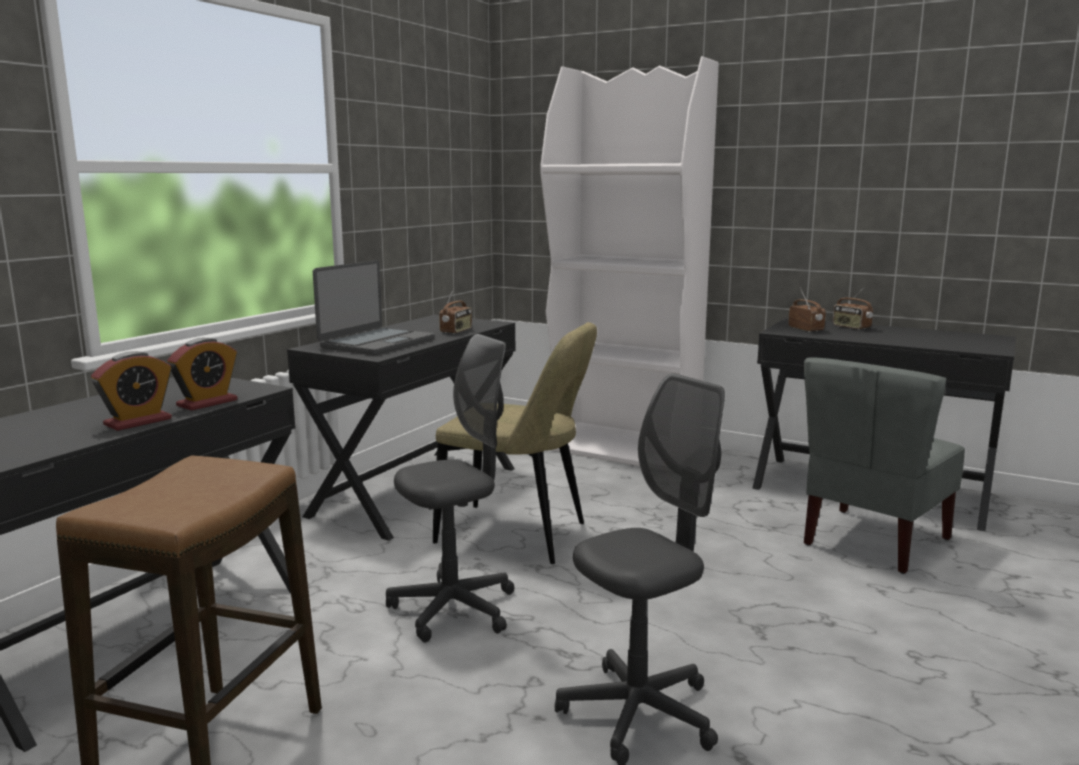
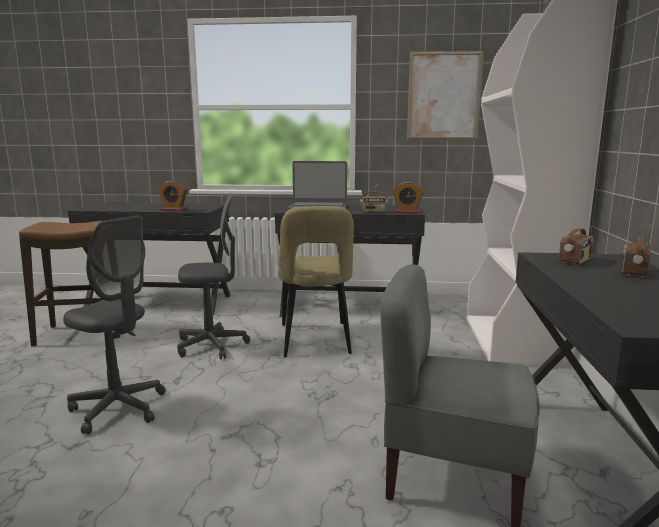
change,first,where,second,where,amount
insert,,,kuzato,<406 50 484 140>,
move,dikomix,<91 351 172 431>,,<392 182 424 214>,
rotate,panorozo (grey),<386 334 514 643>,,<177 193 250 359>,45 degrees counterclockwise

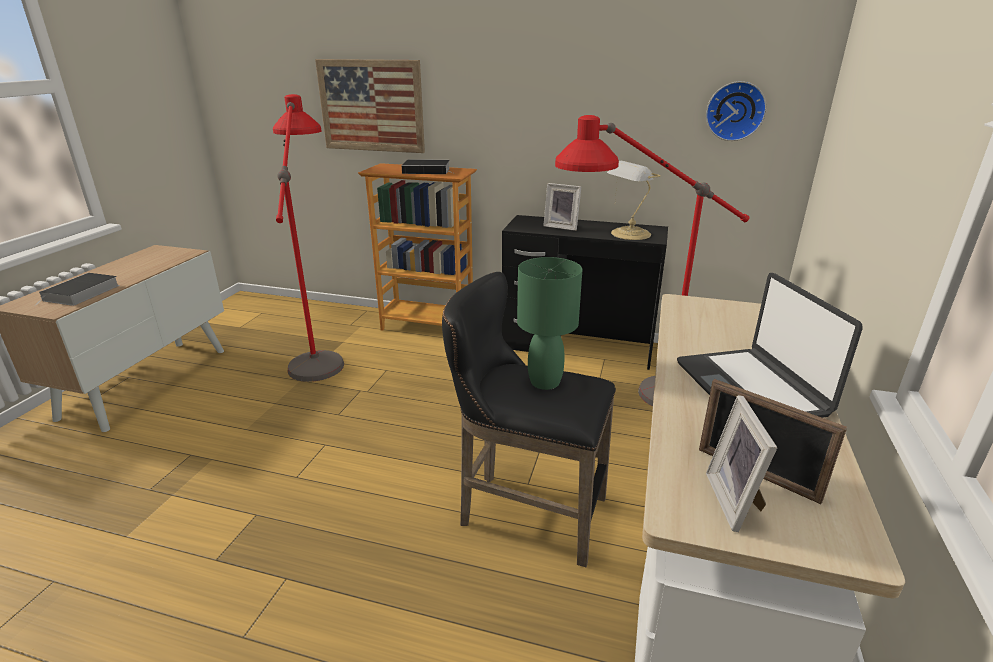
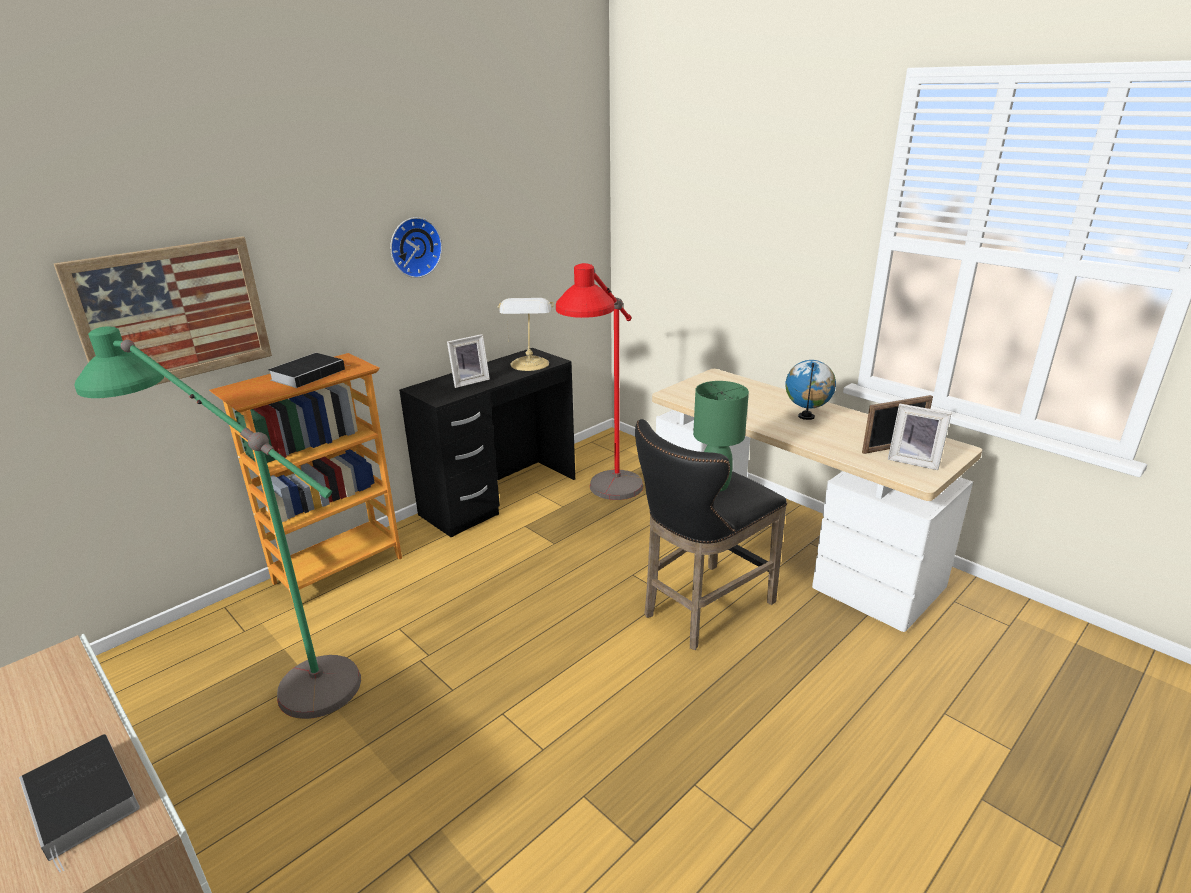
change,first,where,second,where,amount
move,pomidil,<706 81 767 141>,,<390 217 442 278>,
replace,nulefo,<677 273 863 418>,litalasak,<785 360 836 420>,
recolor,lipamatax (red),<273 94 344 382>,lipamatax (green),<74 326 361 719>,

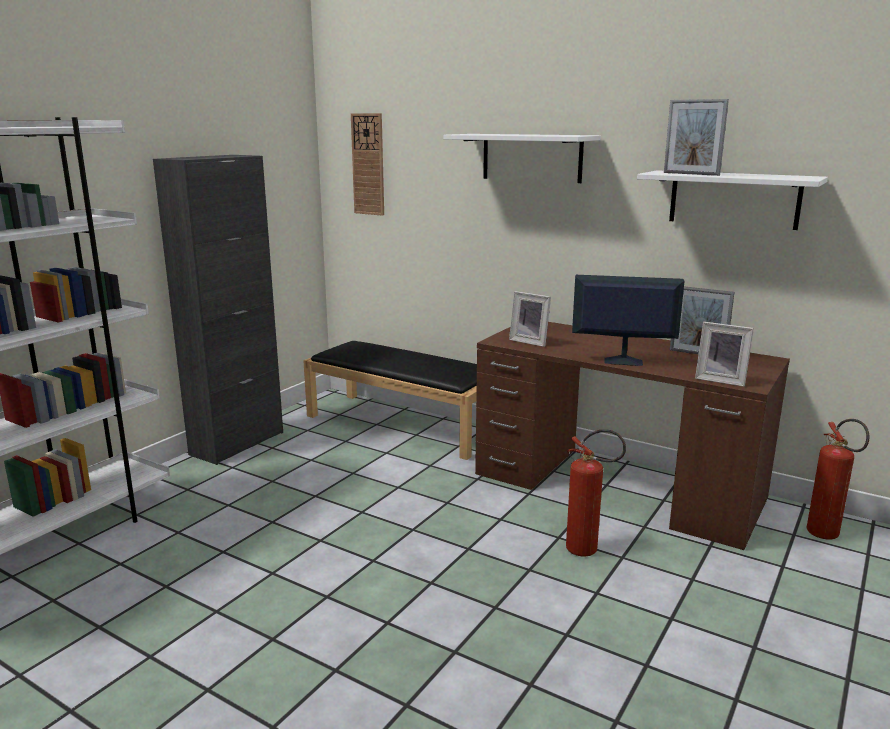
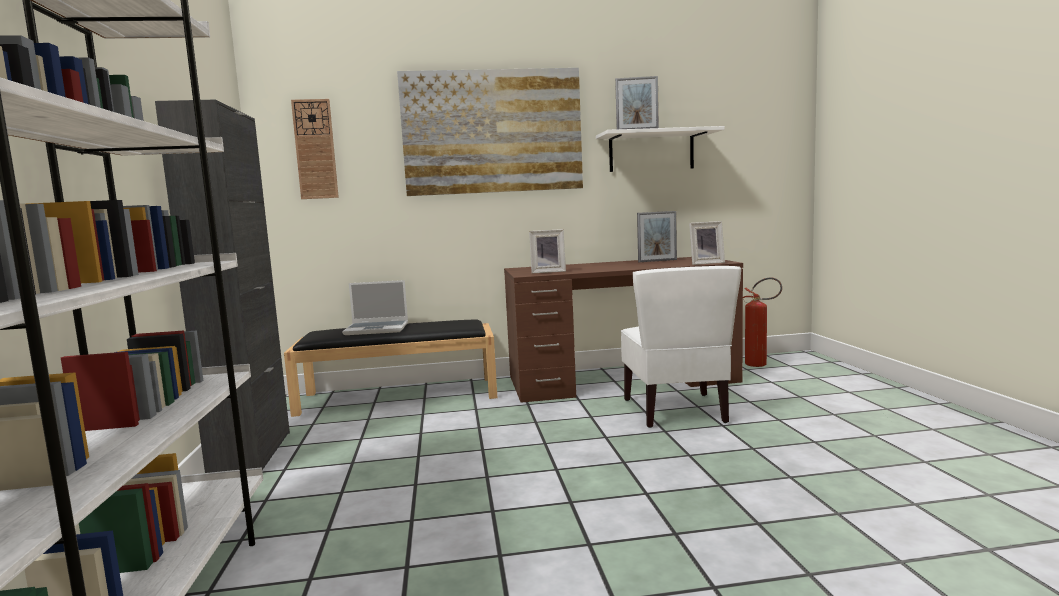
change,first,where,second,where,amount
delete,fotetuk,<572 275 684 366>,,,
insert,,,nulefo,<342 280 408 335>,
replace,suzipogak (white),<444 134 601 183>,kuzato,<397 68 583 196>,
replace,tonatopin,<566 429 626 557>,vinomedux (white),<621 266 741 428>,

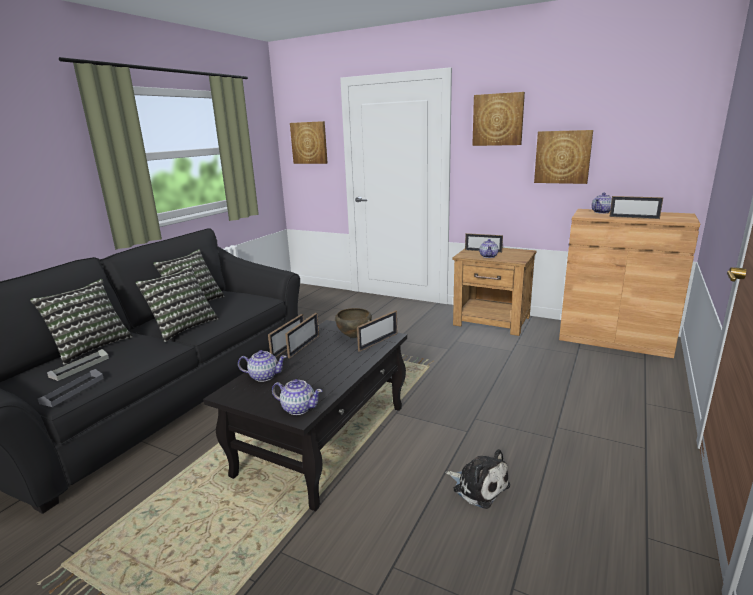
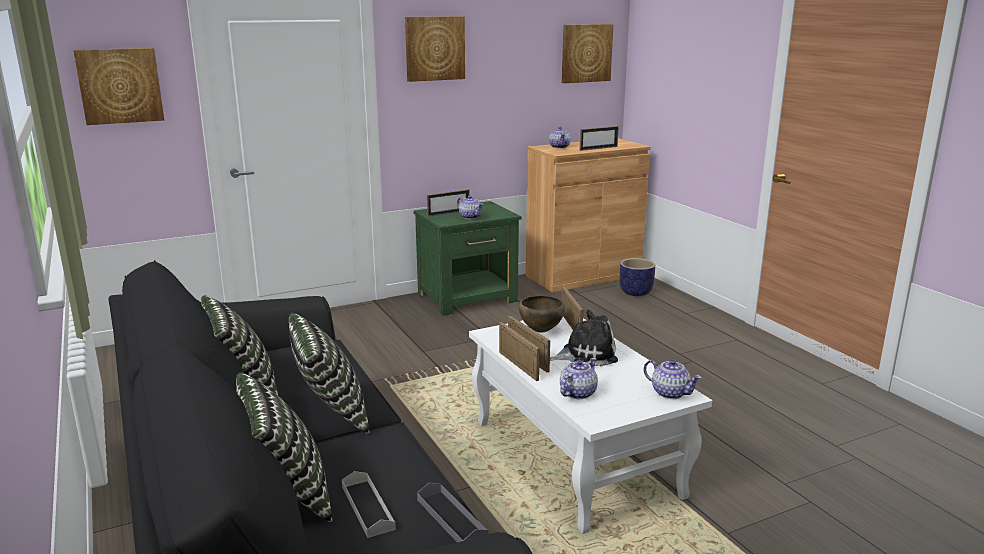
change,first,where,second,where,amount
insert,,,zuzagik,<619 258 655 296>,
move,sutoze,<445 449 510 509>,,<550 310 618 367>,
move,kuzato,<534 130 593 184>,,<562 24 614 83>,
recolor,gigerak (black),<203 320 407 511>,gigerak (white),<469 317 712 534>,
recolor,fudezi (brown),<452 248 537 336>,fudezi (green),<413 201 522 316>,
rotate,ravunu,<272 379 322 415>,,<644 360 702 399>,75 degrees clockwise

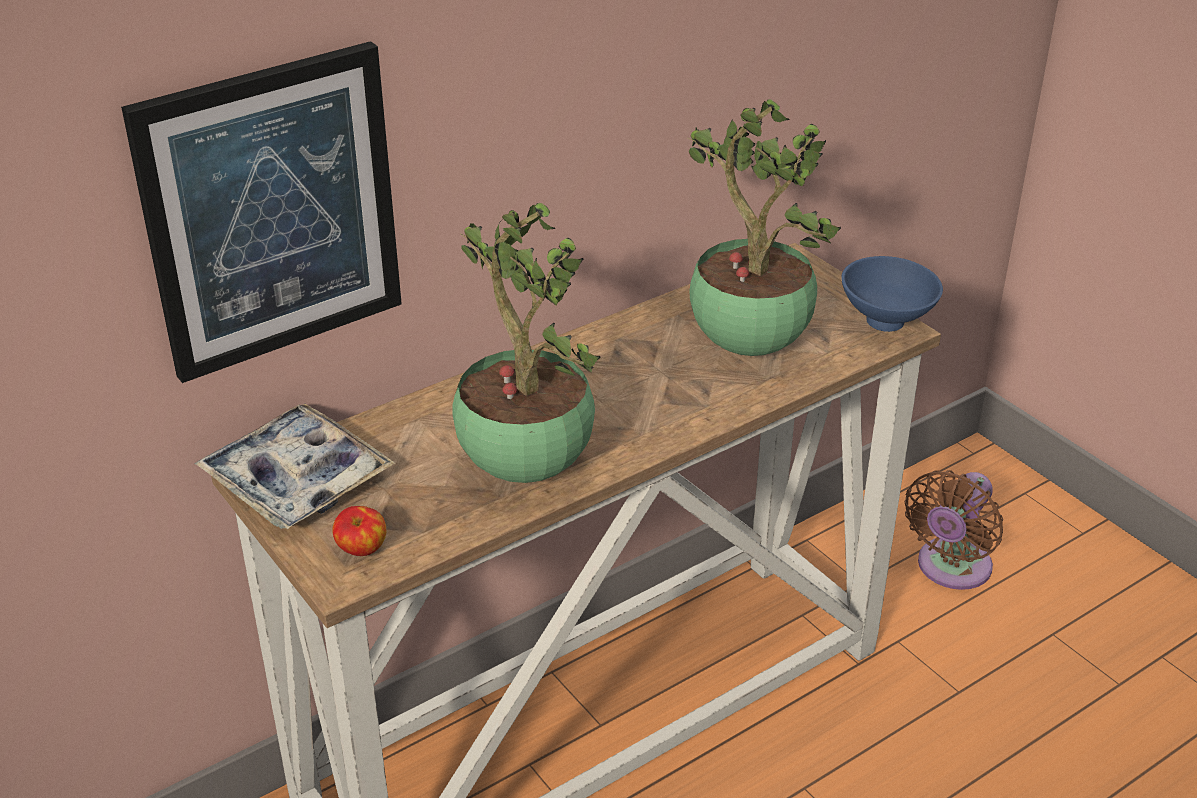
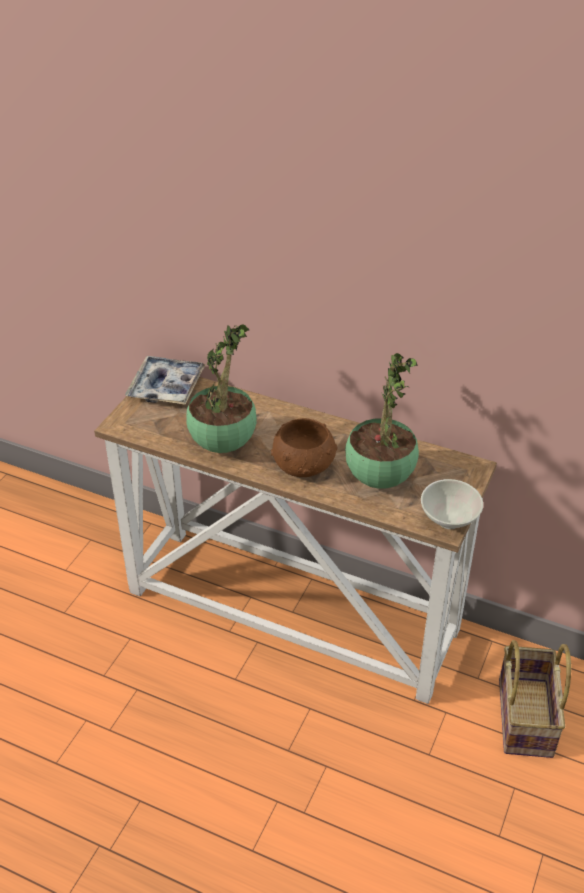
change,first,where,second,where,amount
delete,kuzato,<121 41 402 383>,,,
delete,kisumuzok,<333 506 386 556>,,,
insert,,,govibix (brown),<271 418 337 477>,
replace,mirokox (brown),<905 470 1003 590>,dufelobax,<499 640 571 758>,
recolor,govibix (blue),<841 256 943 332>,govibix (white),<421 479 483 529>,

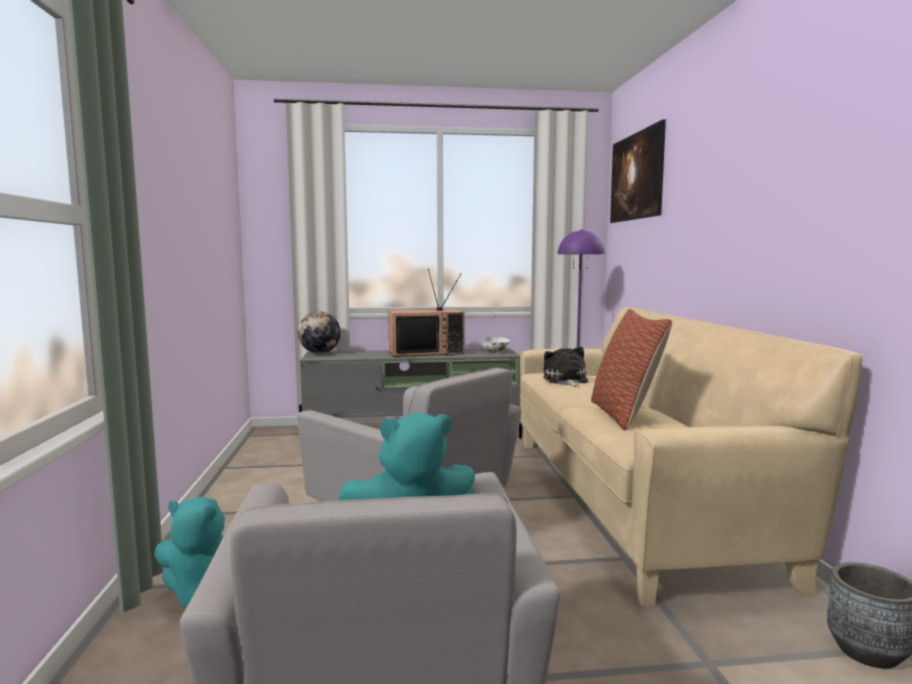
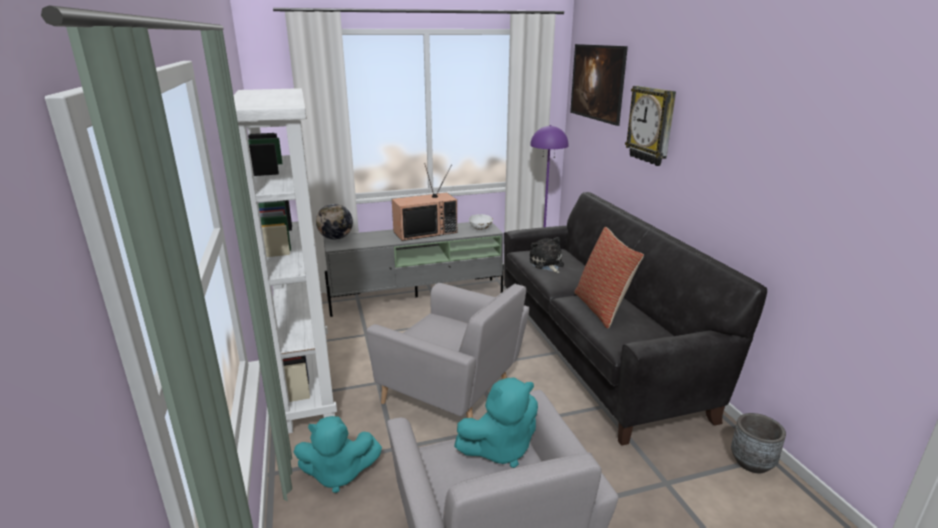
change,first,where,second,where,amount
insert,,,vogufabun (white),<233 88 337 434>,
insert,,,pomidil,<625 86 676 166>,
recolor,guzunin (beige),<520 307 862 607>,guzunin (black),<504 192 767 446>,

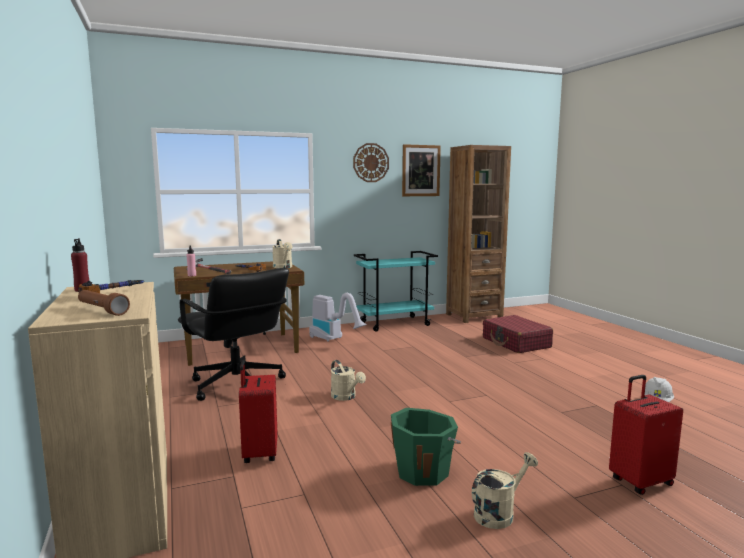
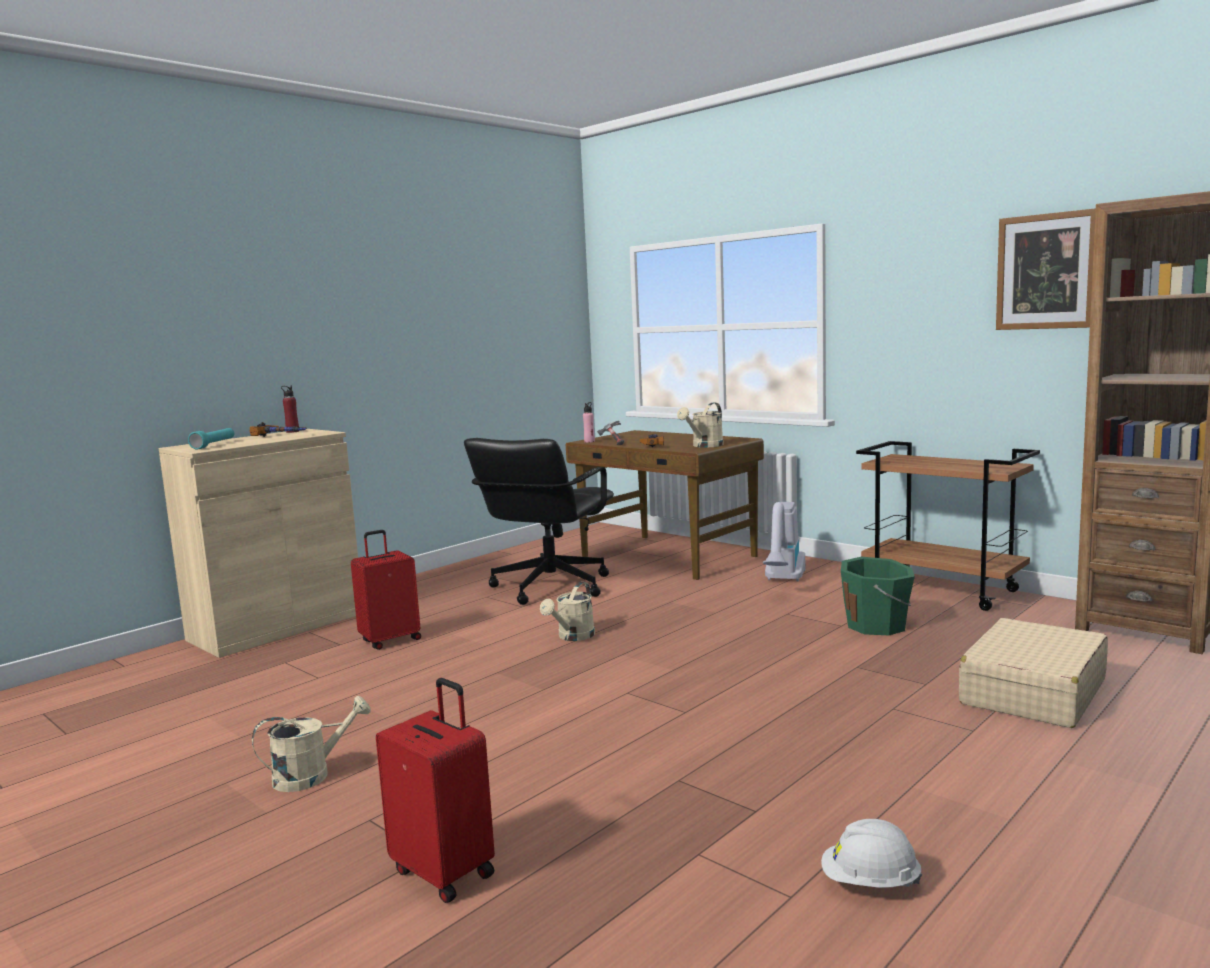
change,first,where,second,where,amount
delete,pomidil,<353 143 389 182>,,,
move,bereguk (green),<391 408 461 486>,,<841 557 915 635>,
recolor,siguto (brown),<78 290 130 316>,siguto (turquoise),<188 428 234 450>,
recolor,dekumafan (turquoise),<354 251 438 332>,dekumafan (brown),<856 441 1040 611>,
recolor,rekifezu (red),<483 315 553 353>,rekifezu (beige),<959 618 1108 728>,
rotate,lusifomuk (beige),<472 452 538 529>,,<252 696 371 792>,60 degrees counterclockwise

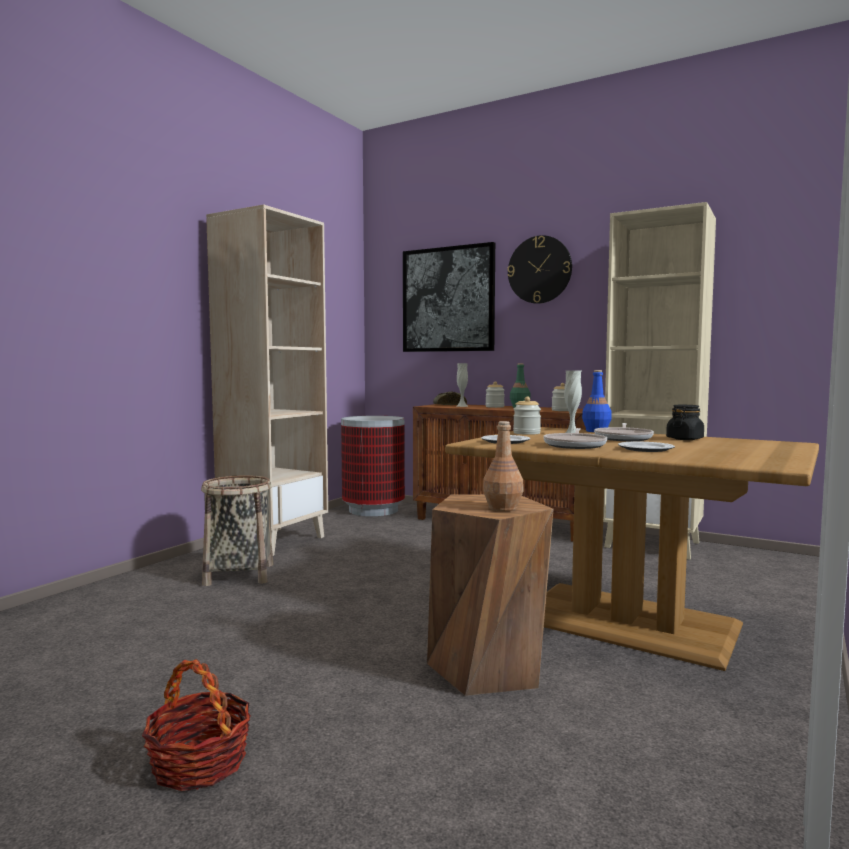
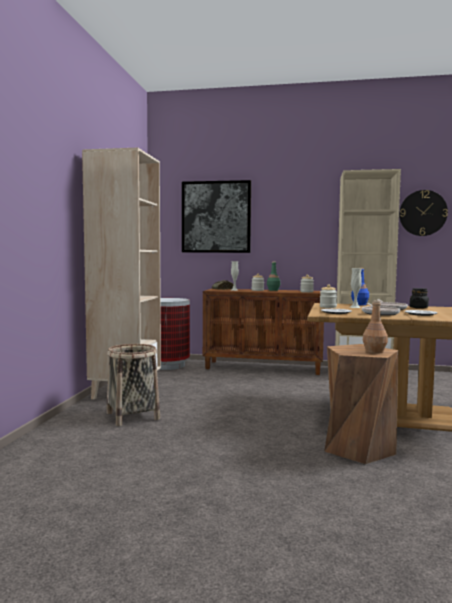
change,first,where,second,where,amount
delete,dufelobax,<142 659 251 791>,,,
move,pomidil,<507 235 572 304>,,<399 190 448 236>,

